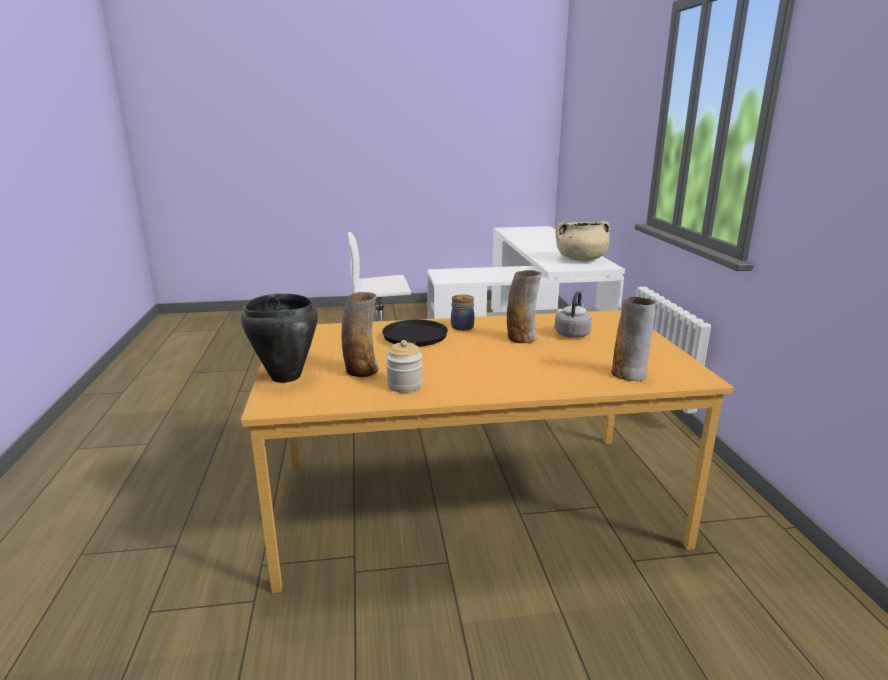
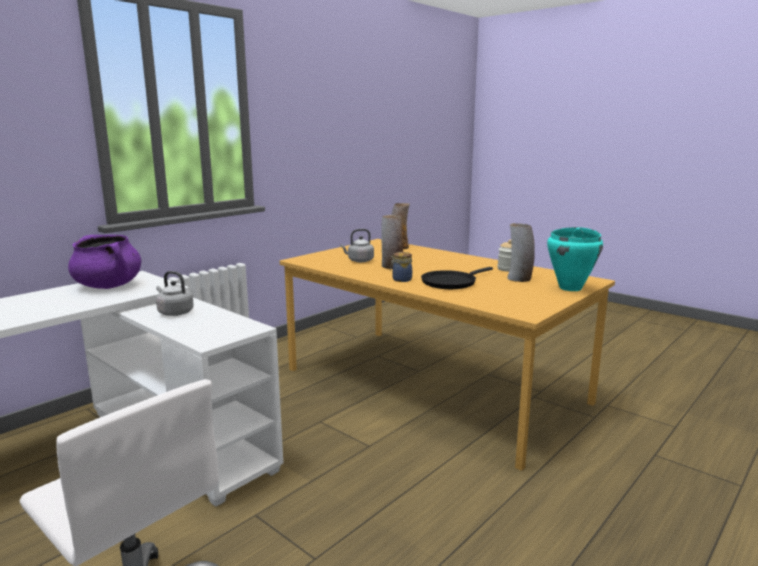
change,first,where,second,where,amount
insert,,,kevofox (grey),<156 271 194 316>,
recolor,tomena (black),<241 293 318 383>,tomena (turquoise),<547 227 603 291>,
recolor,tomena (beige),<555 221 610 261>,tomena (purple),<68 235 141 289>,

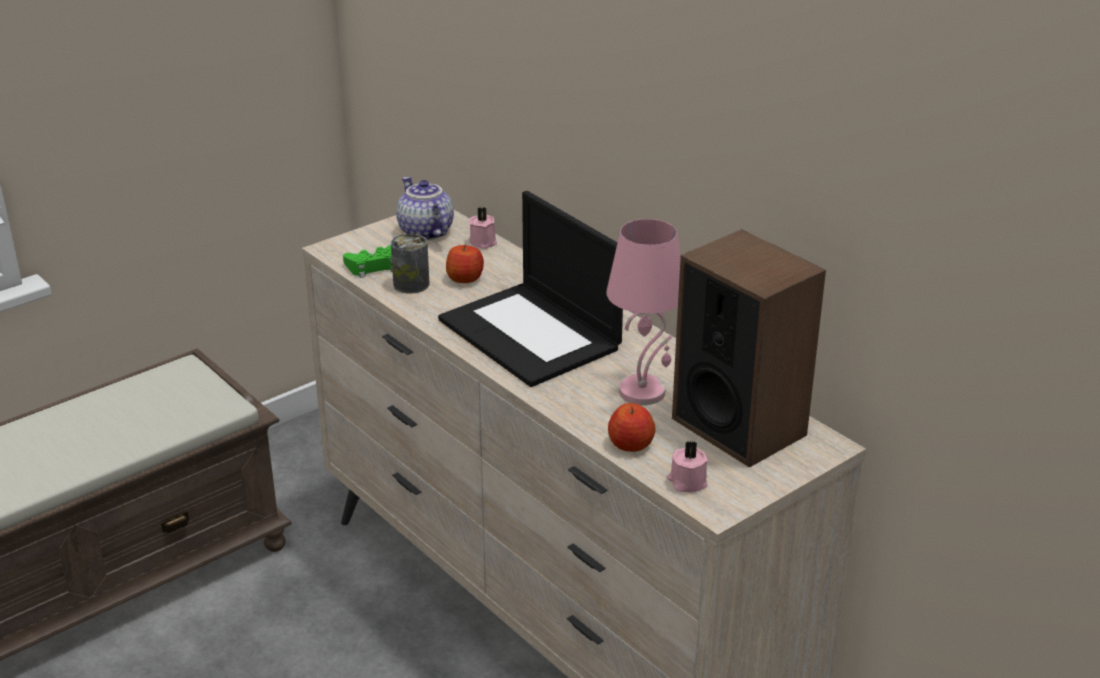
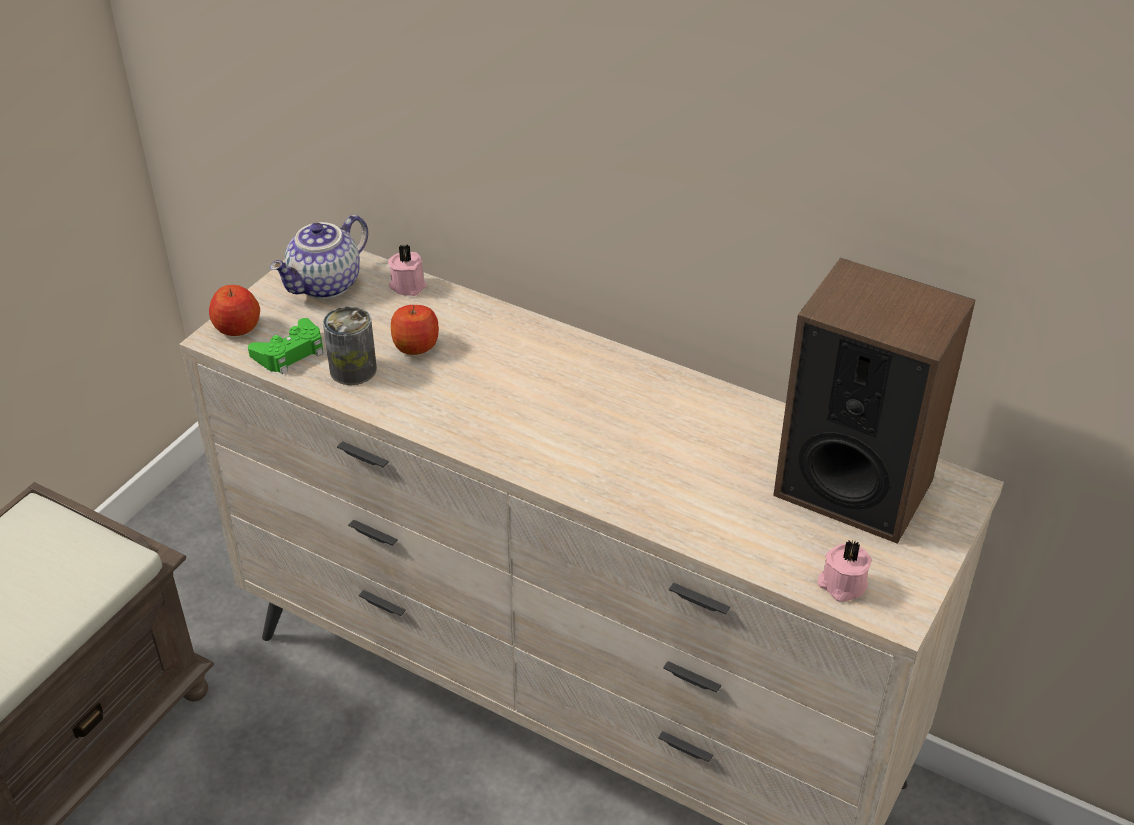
change,first,where,second,where,amount
delete,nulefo,<438 191 623 387>,,,
delete,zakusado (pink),<606 219 681 405>,,,
move,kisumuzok,<608 403 655 452>,,<209 285 260 336>,
rotate,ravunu,<396 176 454 240>,,<270 215 368 299>,90 degrees counterclockwise

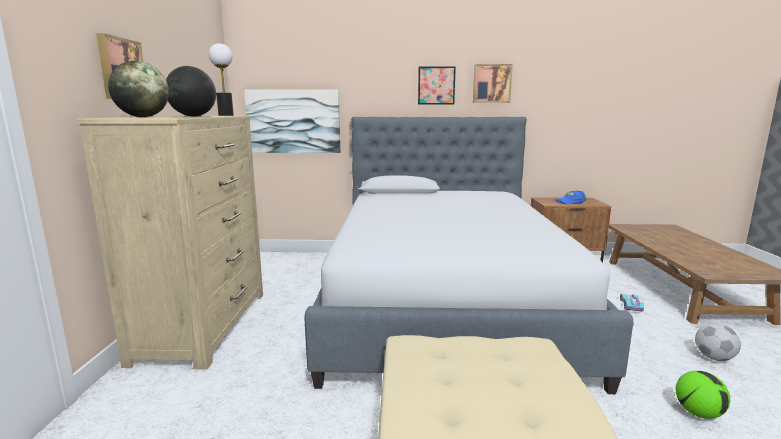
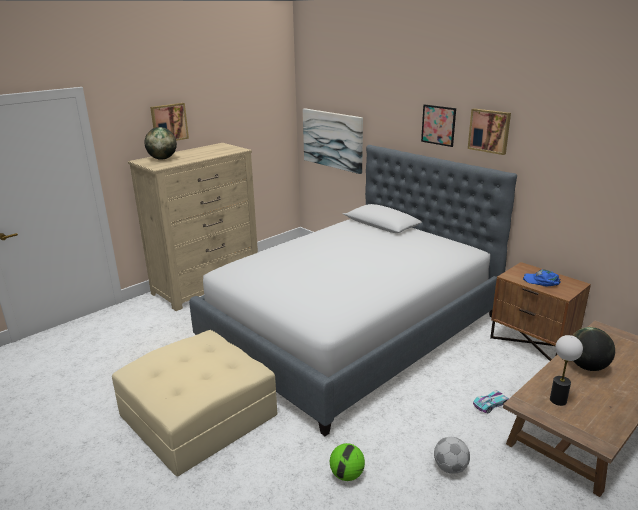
change,first,where,second,where,amount
move,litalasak,<166 66 216 117>,,<572 327 615 371>,
move,zakusado,<209 43 234 116>,,<550 335 583 406>,

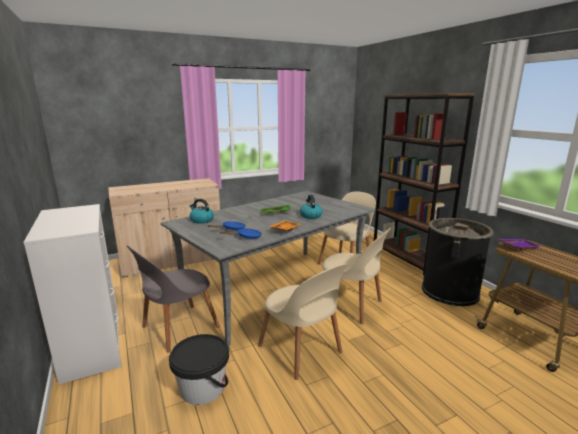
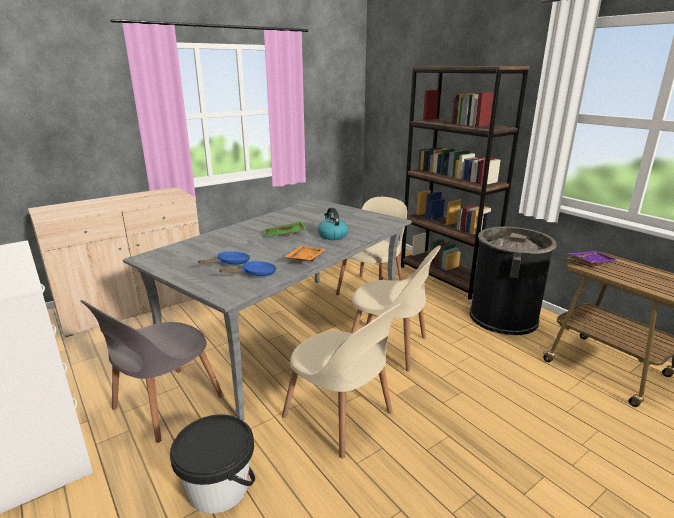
change,first,where,second,where,amount
delete,kevofox,<190 199 214 224>,,,

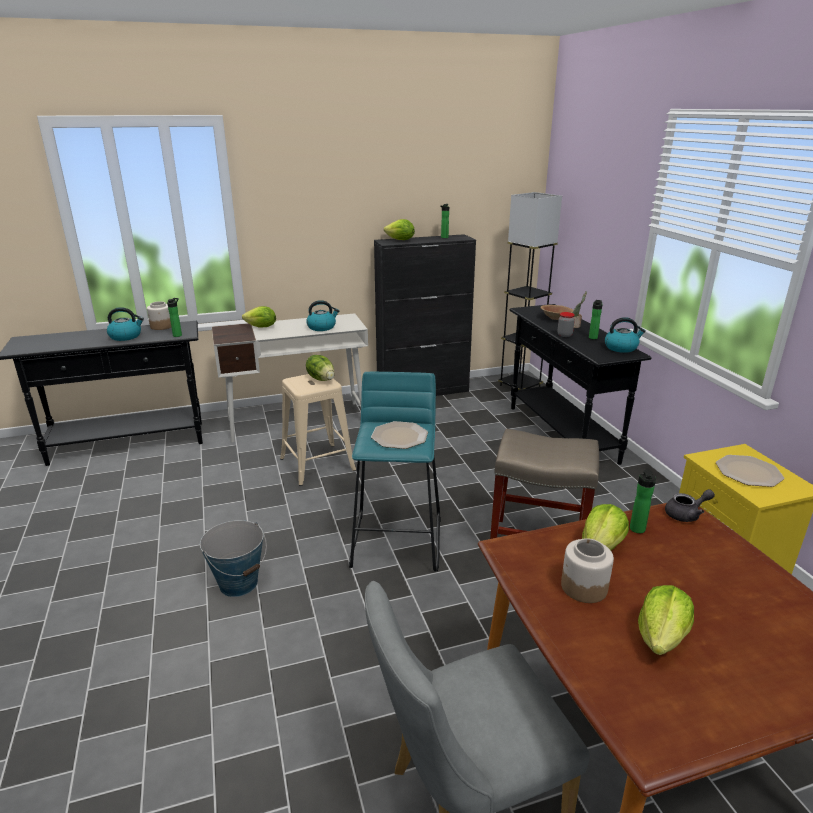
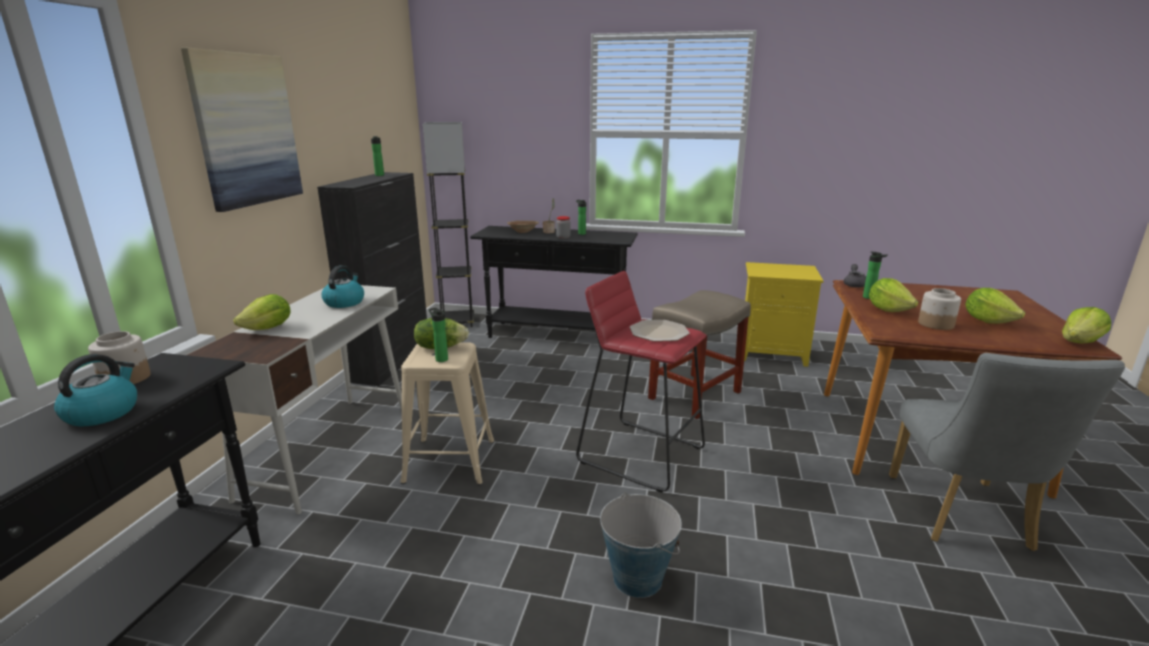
change,first,where,second,where,amount
delete,kevofox,<605 317 646 353>,,,
delete,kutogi,<716 455 784 487>,,,
insert,,,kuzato,<181 48 303 212>,
move,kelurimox,<167 298 182 337>,,<429 308 448 362>,
move,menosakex,<384 219 415 240>,,<1062 307 1111 343>,
recolor,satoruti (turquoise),<349 372 441 571>,satoruti (red),<576 271 707 493>,

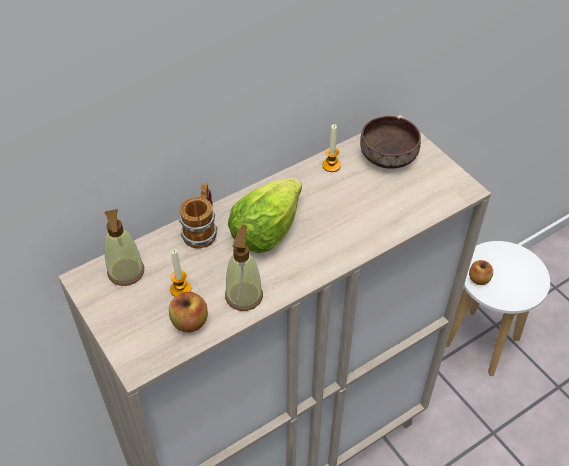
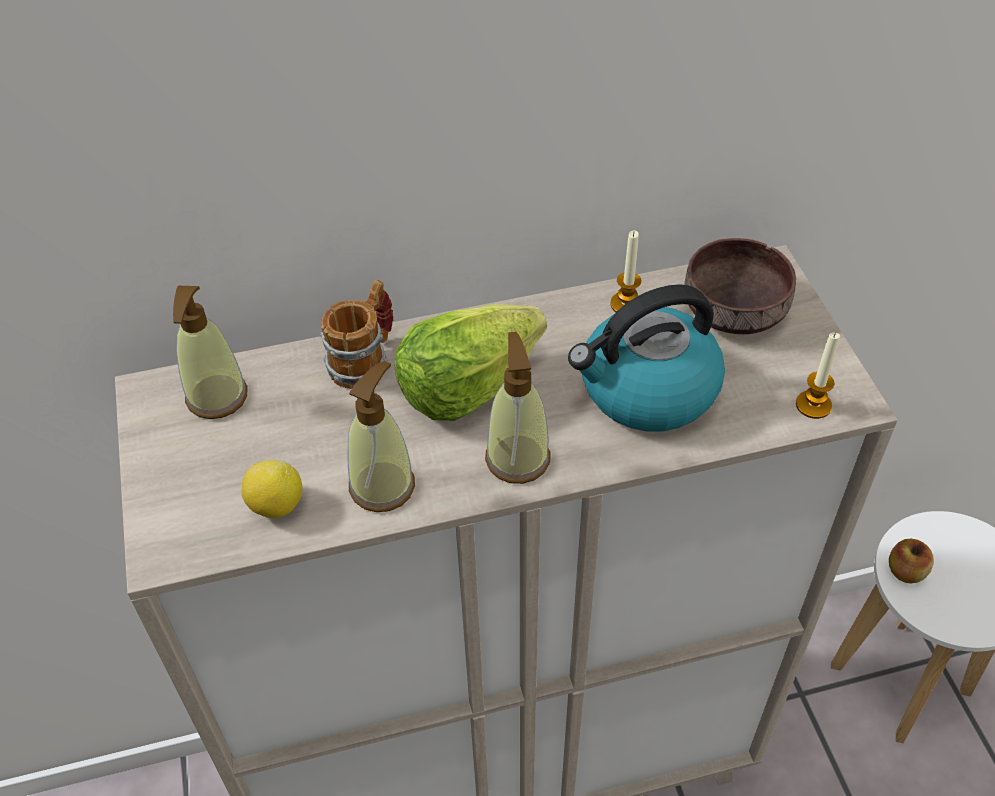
change,first,where,second,where,amount
insert,,,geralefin,<485 332 551 484>,
insert,,,kevofox,<568 284 725 431>,
move,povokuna,<170 250 191 297>,,<796 333 840 419>,
replace,kisumuzok,<169 291 208 333>,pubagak,<242 460 303 518>,

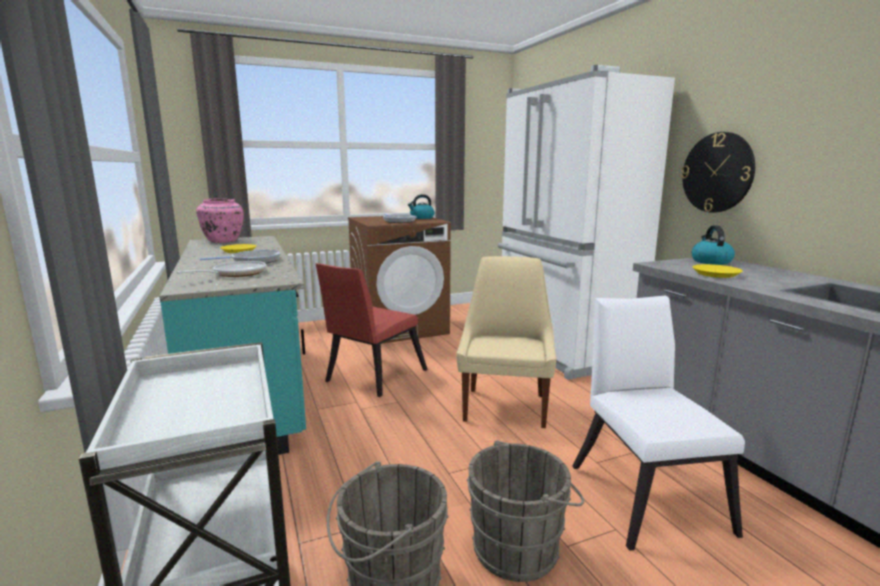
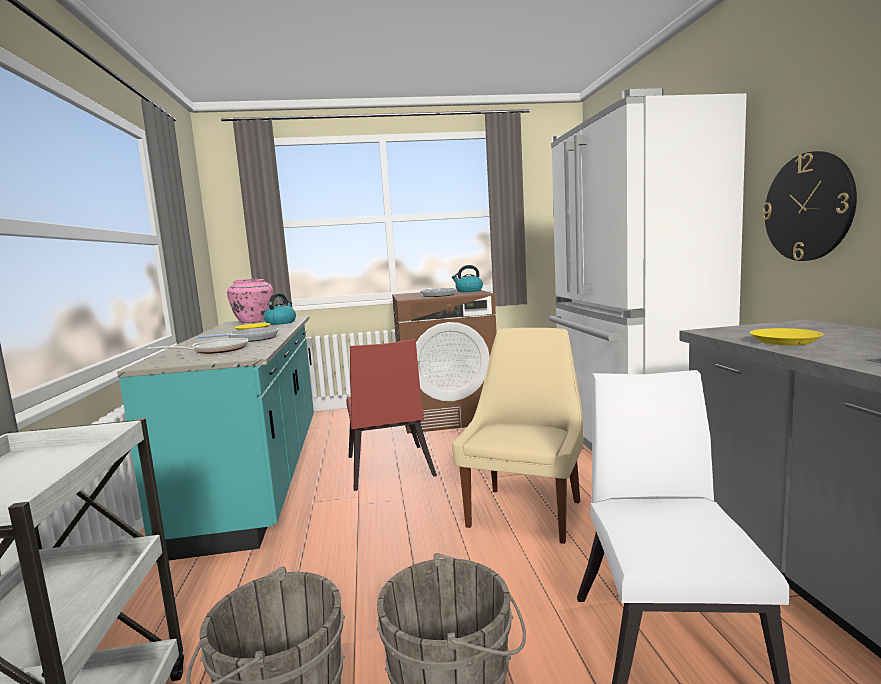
change,first,where,second,where,amount
move,kevofox,<691 225 735 265>,,<264 293 296 325>,
rotate,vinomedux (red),<316 263 428 397>,,<346 339 437 491>,60 degrees counterclockwise

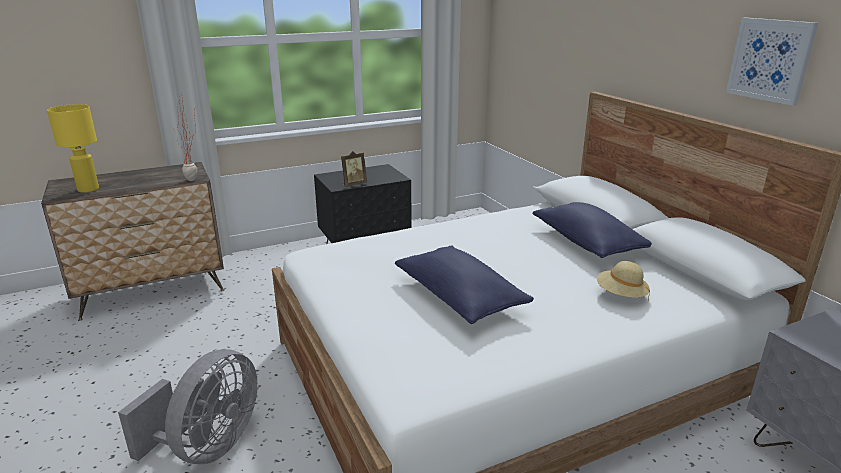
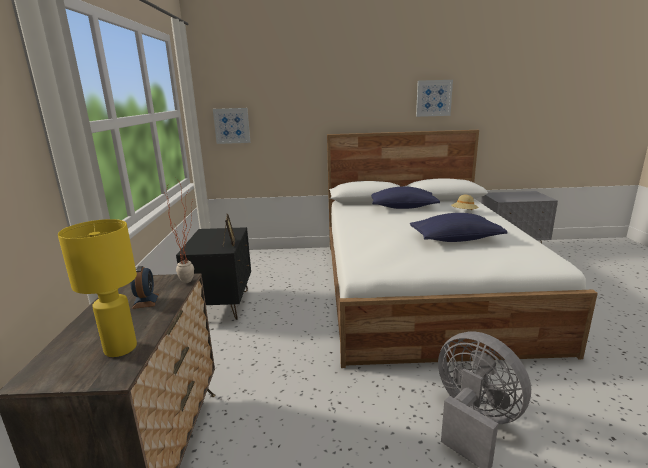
change,first,where,second,where,amount
insert,,,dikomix,<130 266 159 309>,
insert,,,kuzato,<213 108 250 144>,

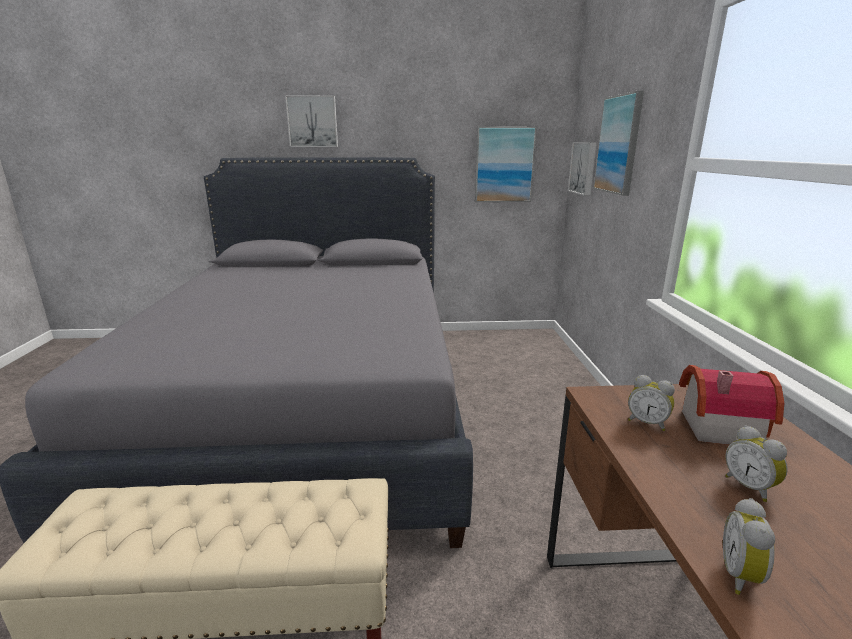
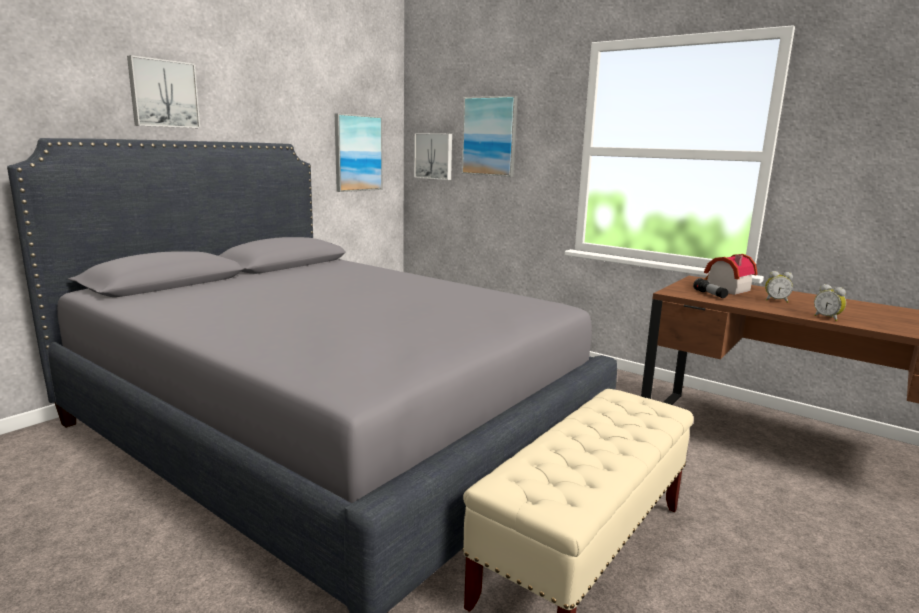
change,first,where,second,where,amount
replace,dikomix,<628 375 675 431>,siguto,<693 278 728 298>,

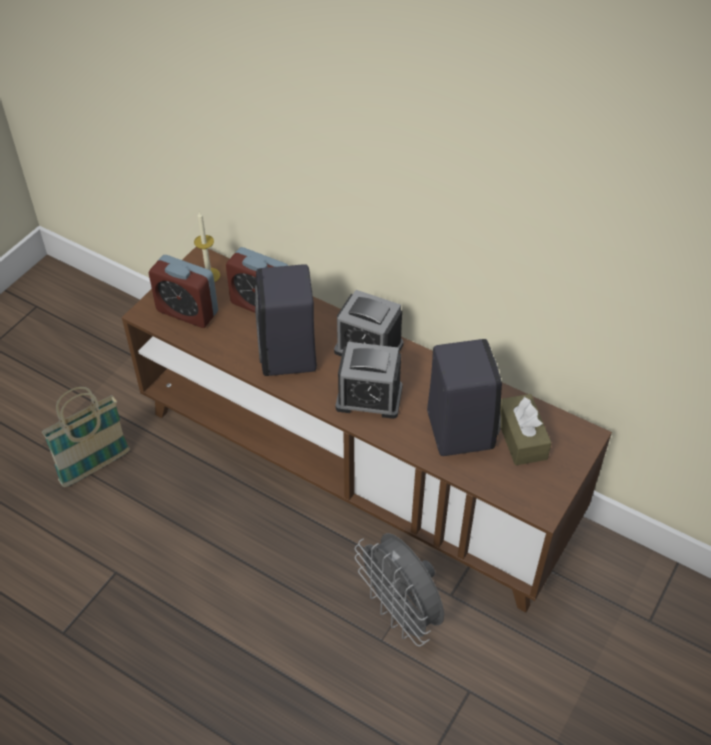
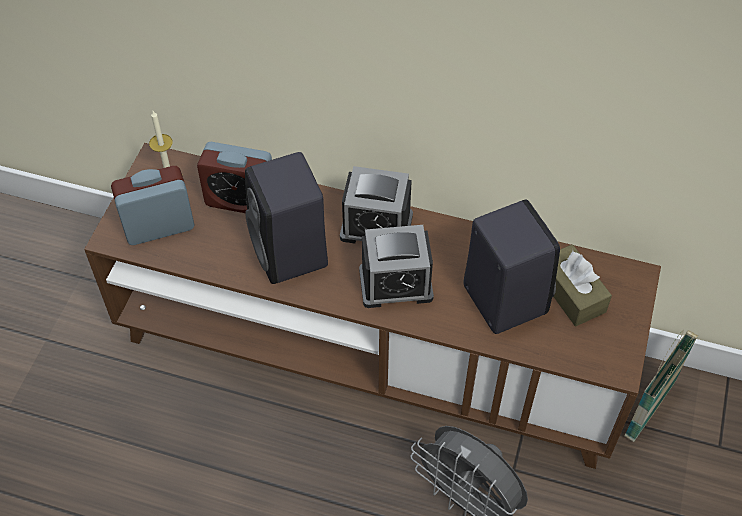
change,first,where,second,where,amount
move,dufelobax,<42 387 130 487>,,<624 330 698 442>,
rotate,dikomix,<149 255 218 328>,,<111 166 194 245>,150 degrees clockwise

